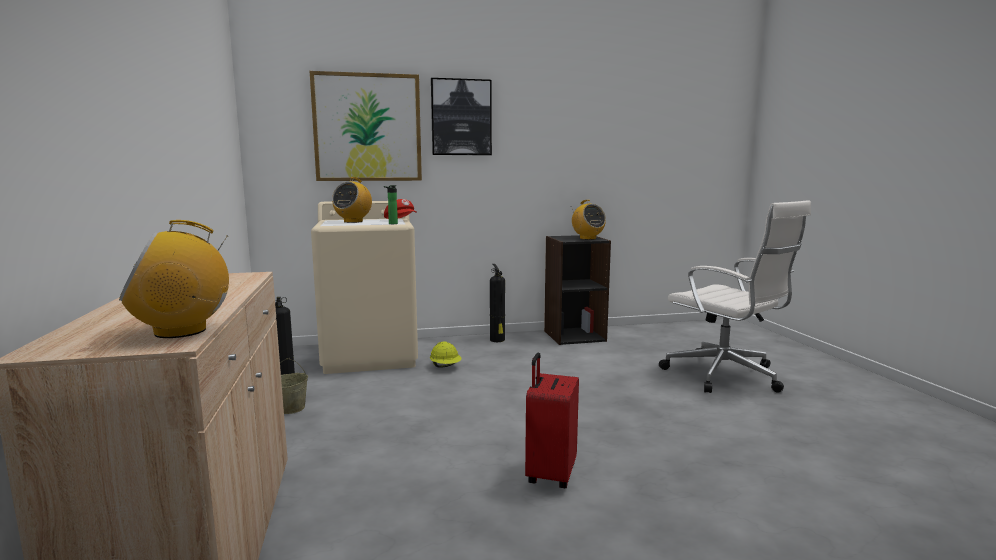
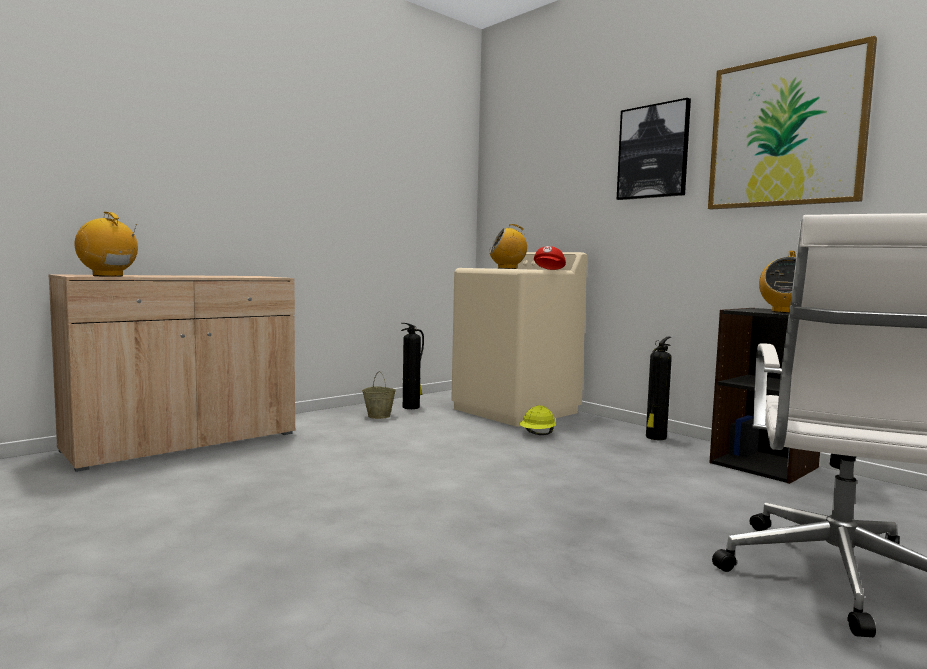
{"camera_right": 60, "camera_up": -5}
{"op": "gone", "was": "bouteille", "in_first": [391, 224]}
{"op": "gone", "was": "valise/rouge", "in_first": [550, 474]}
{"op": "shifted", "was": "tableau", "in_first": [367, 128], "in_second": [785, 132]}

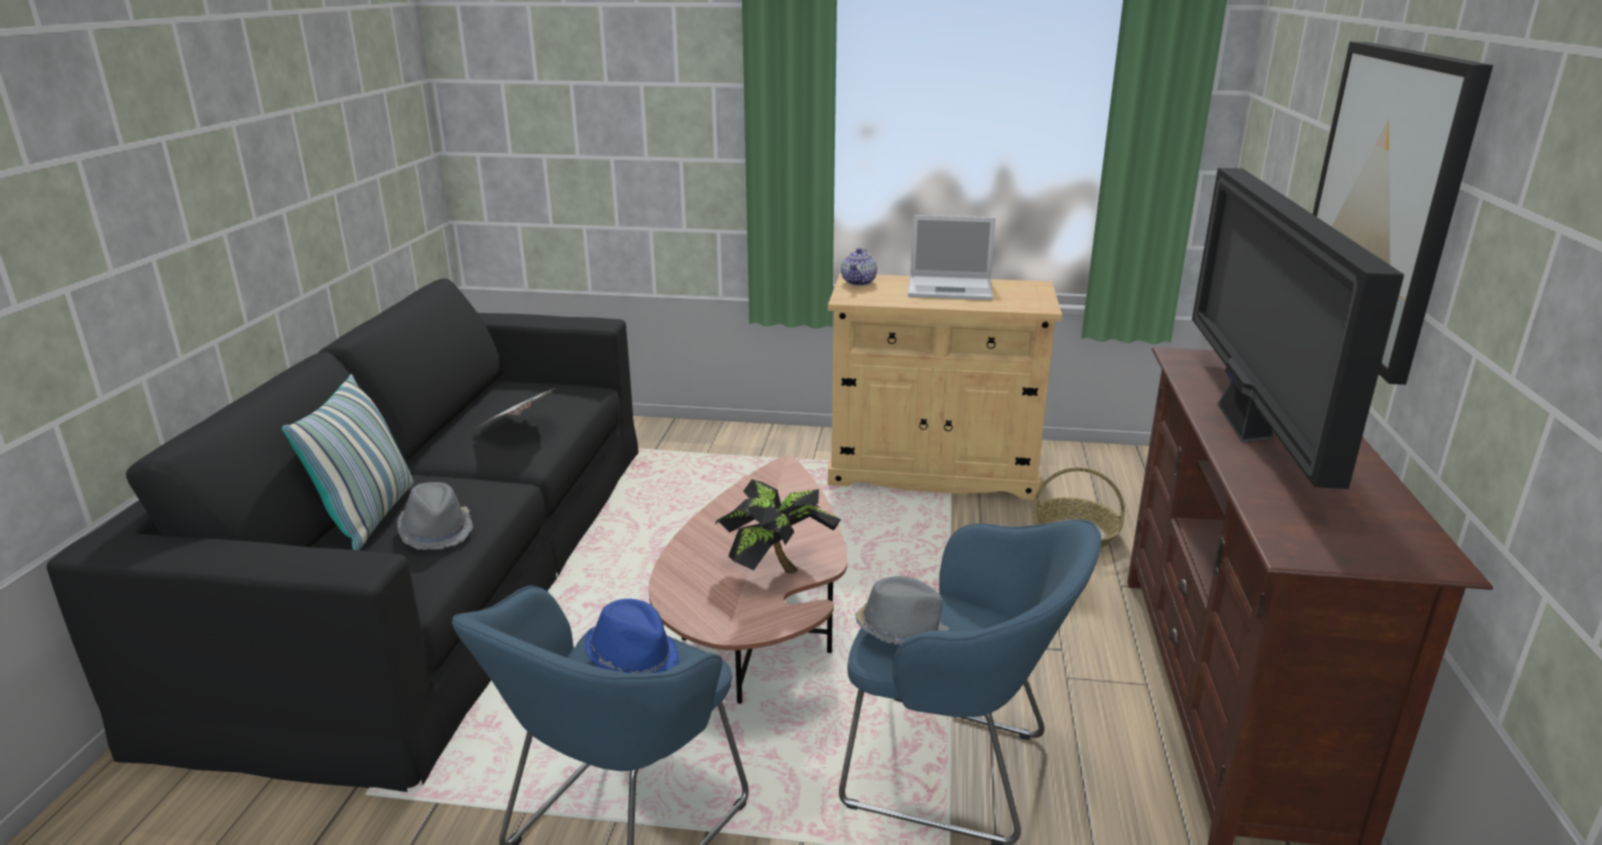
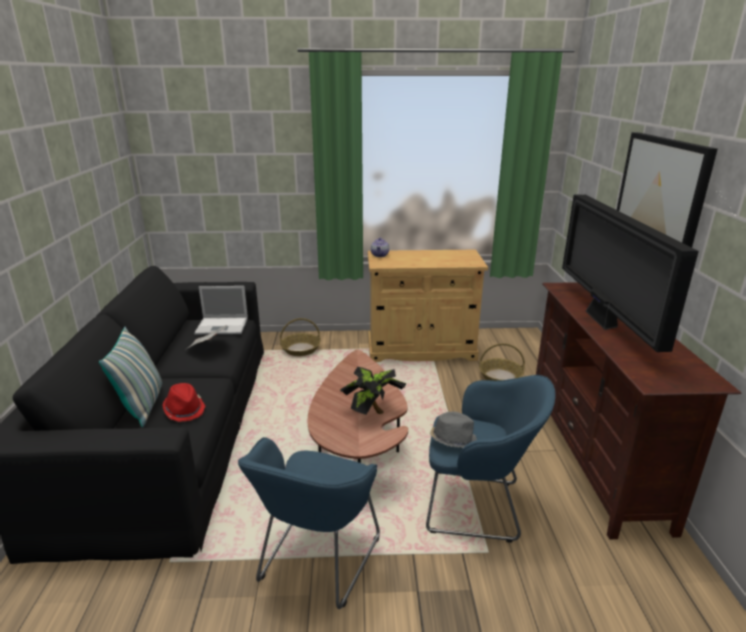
{"camera_right": -10, "camera_up": 0}
{"op": "gone", "was": "chapeau/bleu", "in_first": [633, 658]}
{"op": "new", "now": "panier", "in_second": [300, 349]}
{"op": "shifted", "was": "ordinateur portable", "in_first": [952, 289], "in_second": [223, 326]}
{"op": "repainted", "was": "chapeau/gris", "now": "chapeau/rouge", "in_first": [436, 531], "in_second": [184, 410]}

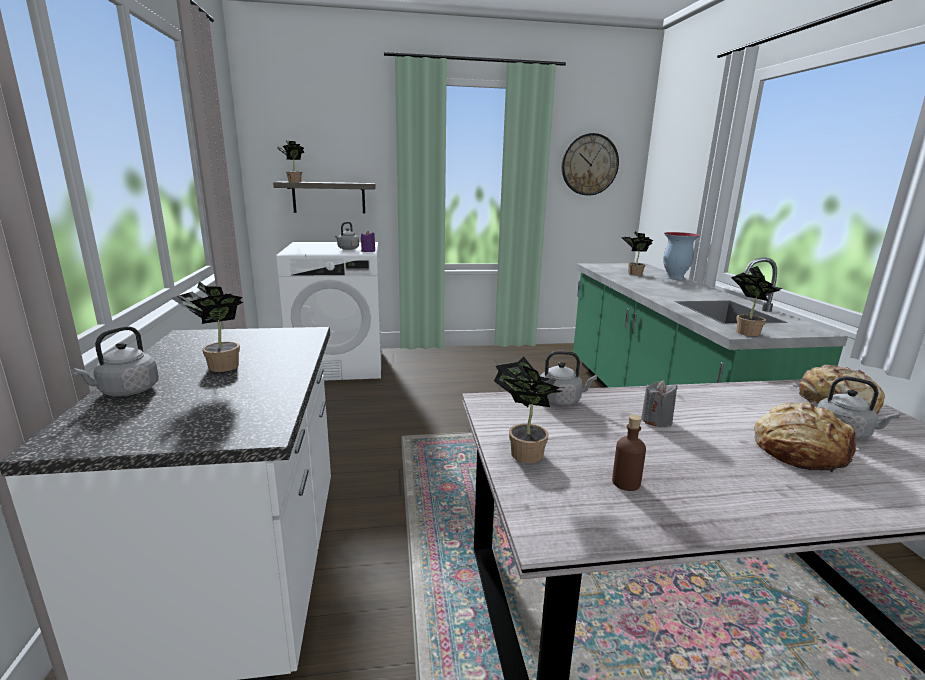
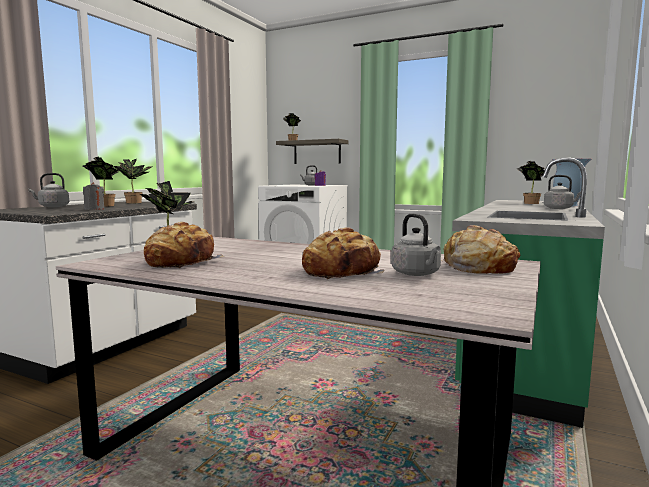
{"camera_right": 35, "camera_up": -10}
{"op": "gone", "was": "horloge murale", "in_first": [589, 164]}
{"op": "shifted", "was": "bouilloire/gris", "in_first": [561, 401], "in_second": [560, 208]}
{"op": "shifted", "was": "bougie/gris", "in_first": [656, 420], "in_second": [94, 209]}
{"op": "shifted", "was": "plante en pot", "in_first": [745, 332], "in_second": [135, 202]}
{"op": "swapped", "was": "bouteille/marron", "now": "pain", "in_first": [626, 483], "in_second": [181, 261]}

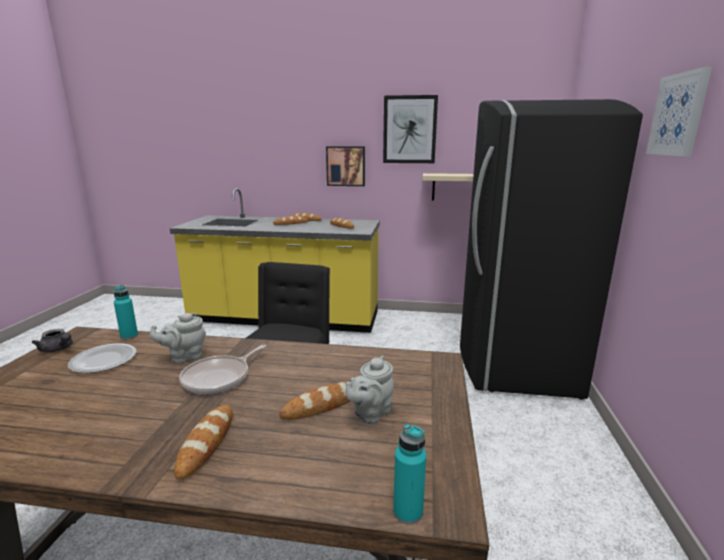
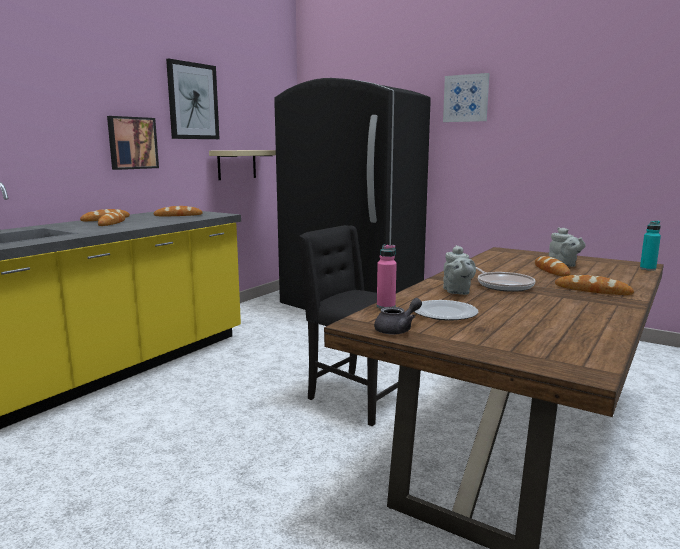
{"camera_right": -65, "camera_up": -5}
{"op": "repainted", "was": "bouteille/turquoise", "now": "bouteille/rose", "in_first": [129, 336], "in_second": [386, 306]}

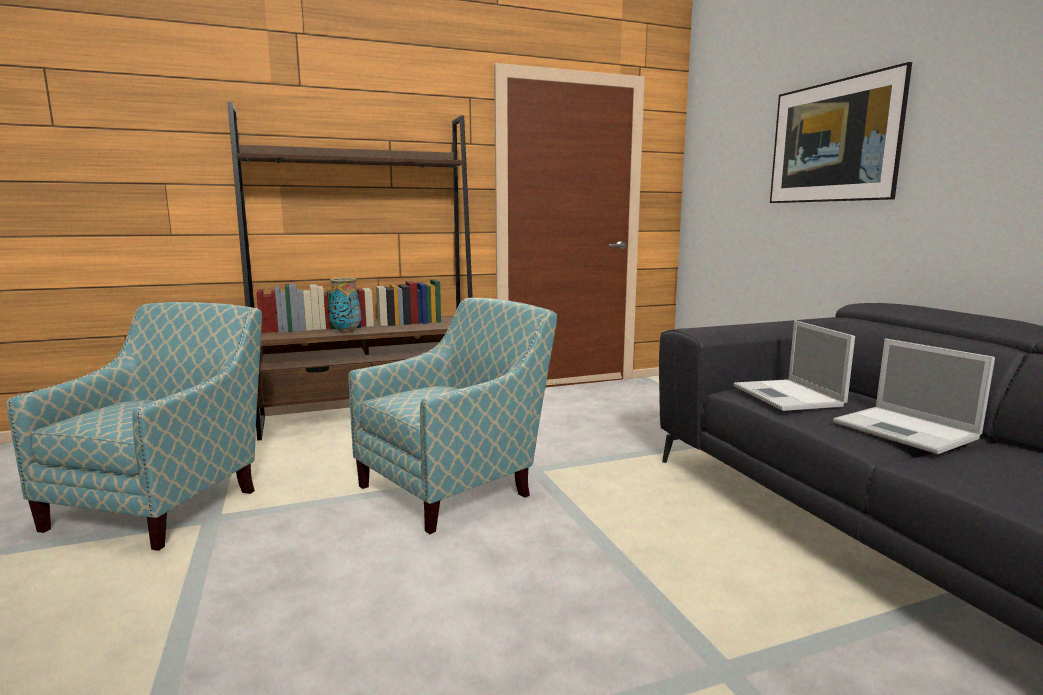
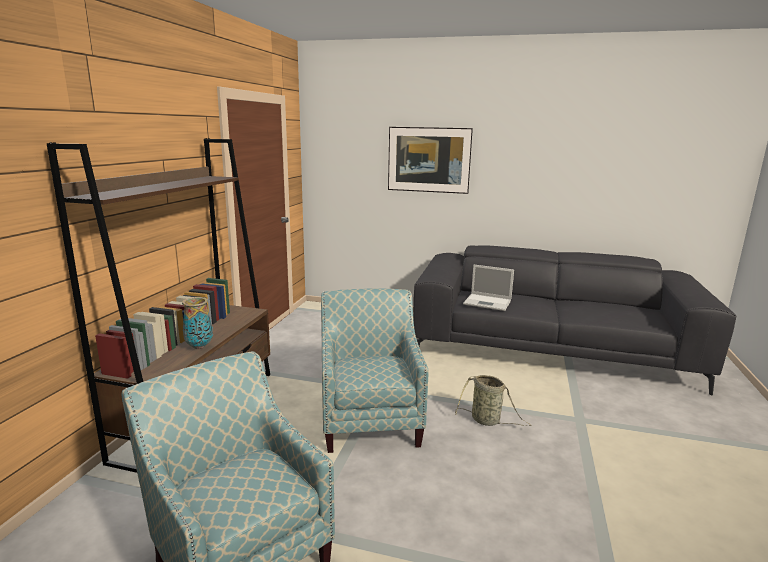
{"camera_right": -55, "camera_up": 5}
{"op": "gone", "was": "ordinateur portable", "in_first": [907, 431]}
{"op": "new", "now": "panier", "in_second": [487, 421]}

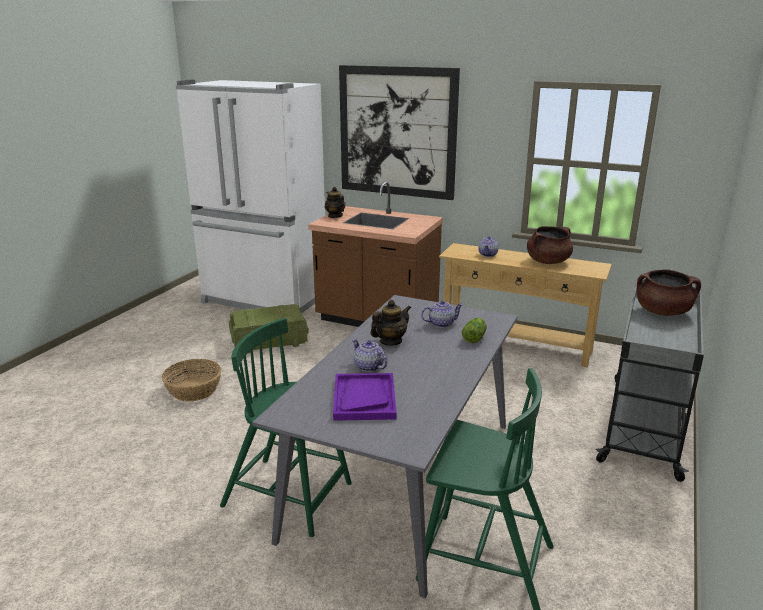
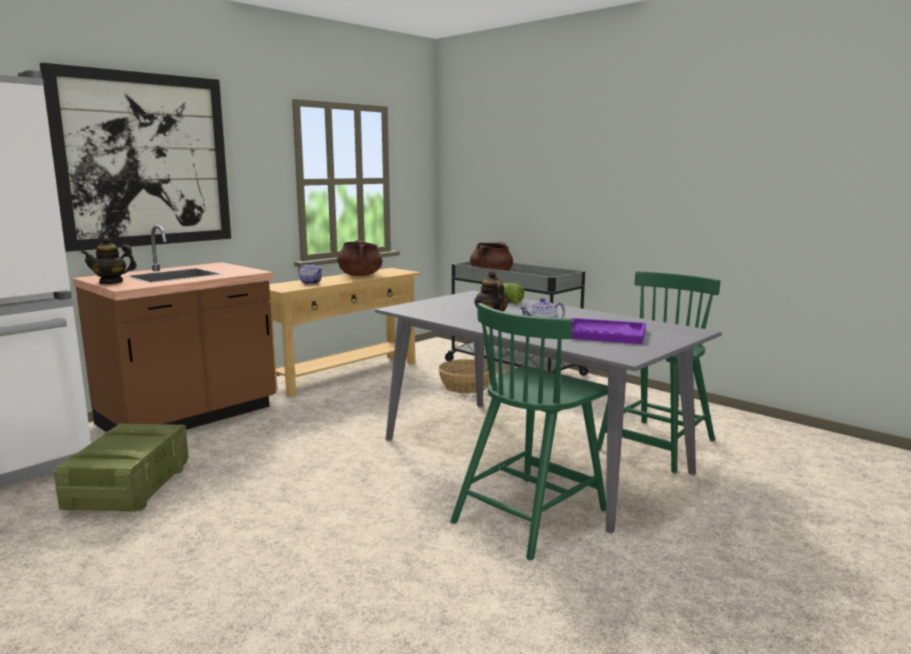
{"camera_right": -70, "camera_up": -10}
{"op": "gone", "was": "théière", "in_first": [441, 323]}
{"op": "shifted", "was": "panier", "in_first": [194, 390], "in_second": [466, 386]}

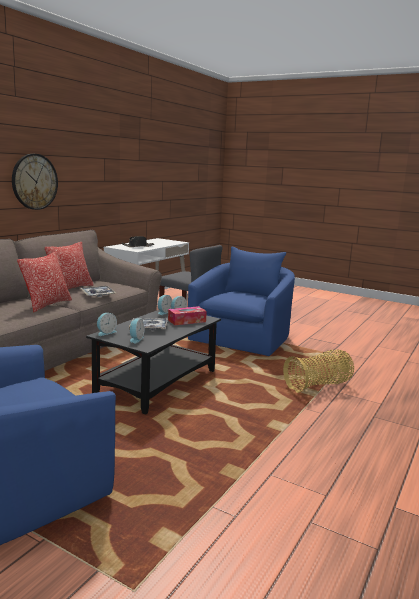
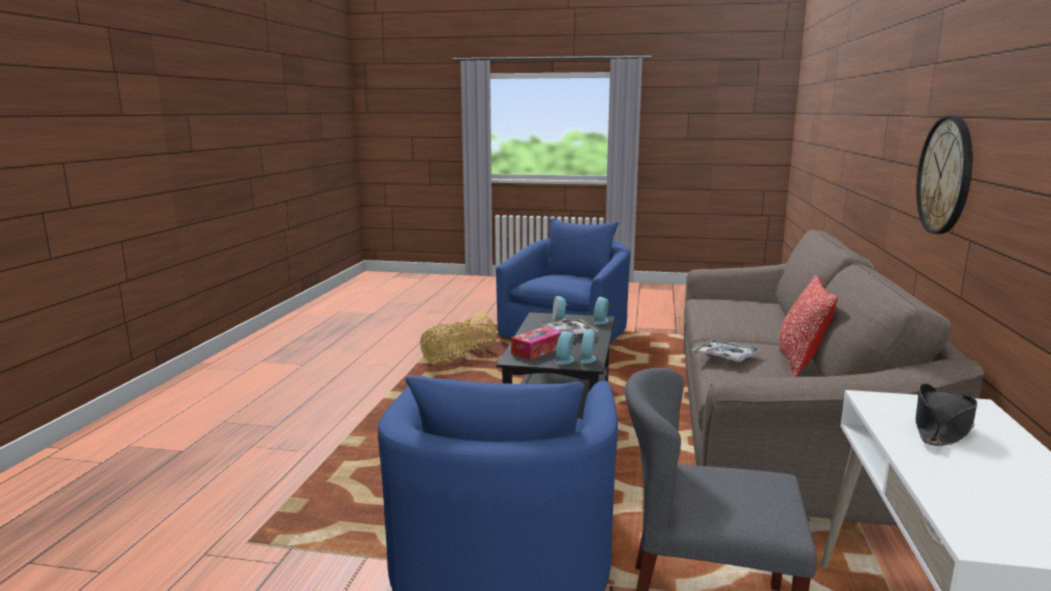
{"camera_right": 160, "camera_up": 0}
{"op": "gone", "was": "coussin", "in_first": [47, 305]}
{"op": "shifted", "was": "panier", "in_first": [318, 385], "in_second": [457, 358]}

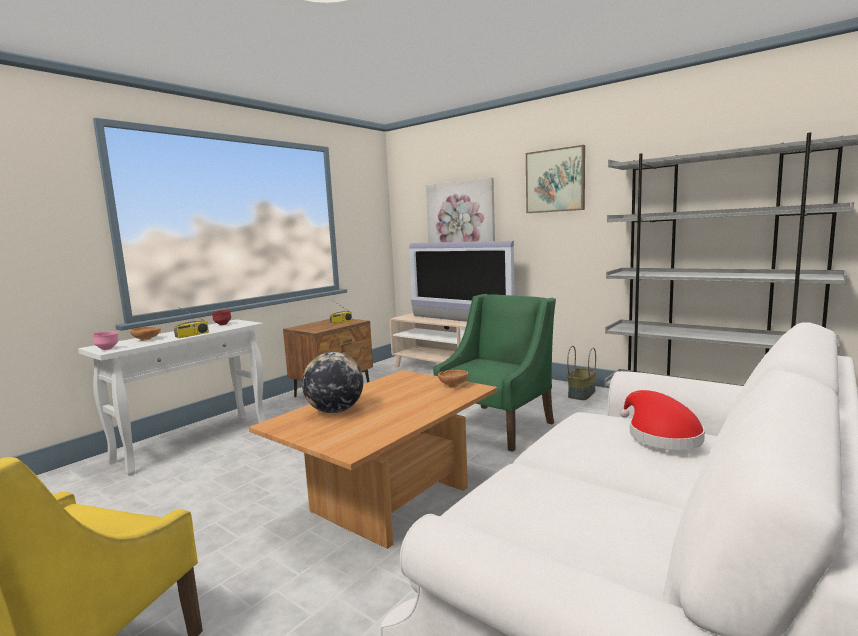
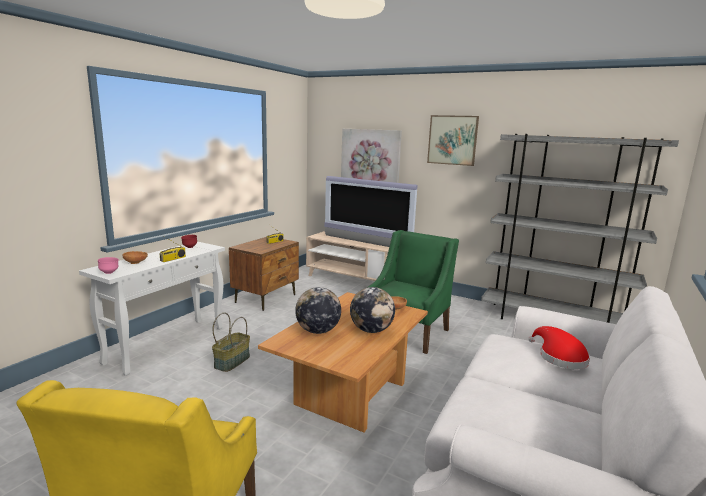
{"camera_right": -10, "camera_up": 5}
{"op": "new", "now": "globe", "in_second": [371, 330]}
{"op": "shifted", "was": "panier", "in_first": [581, 394], "in_second": [232, 361]}

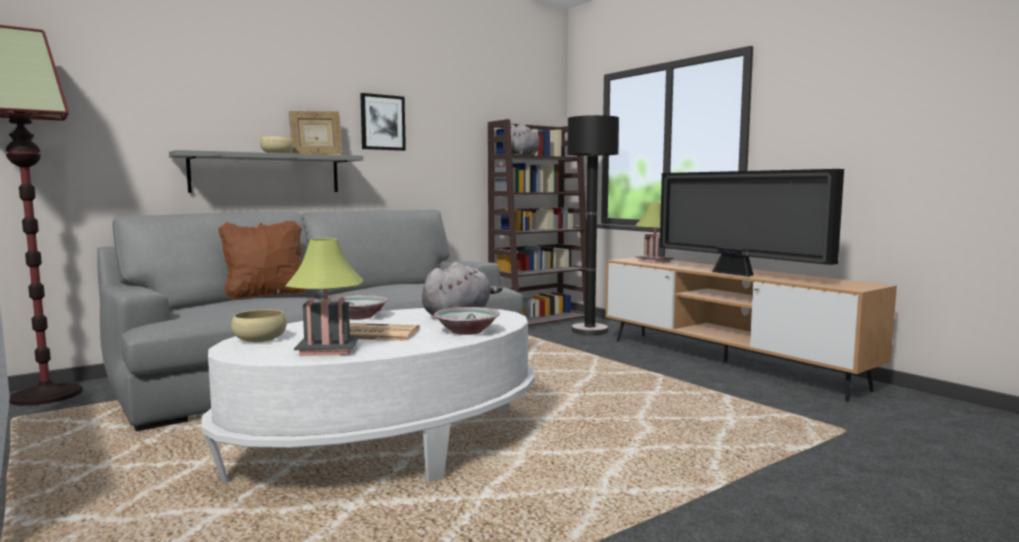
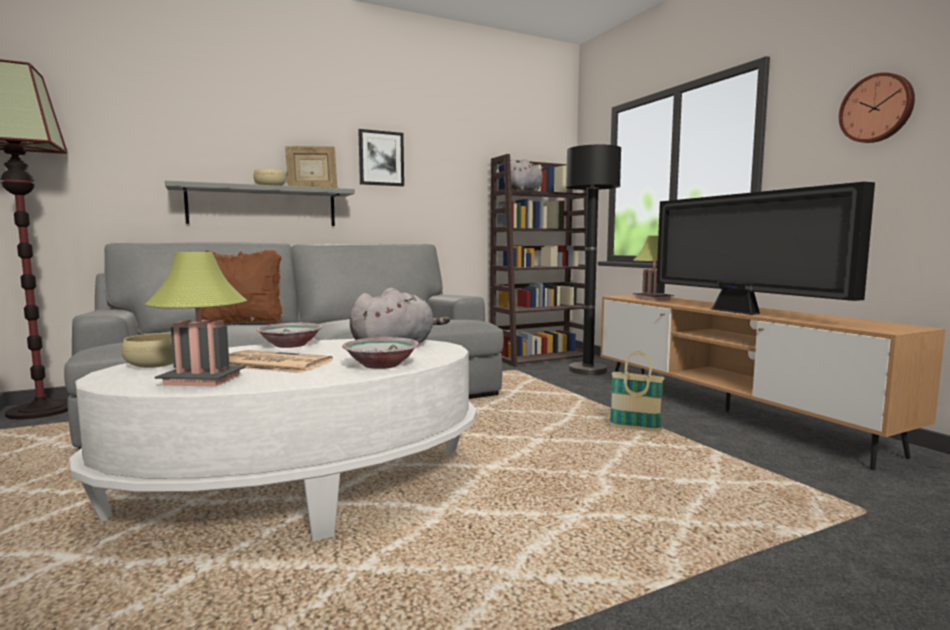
{"camera_right": 10, "camera_up": 0}
{"op": "new", "now": "panier", "in_second": [635, 429]}
{"op": "new", "now": "horloge murale", "in_second": [877, 108]}

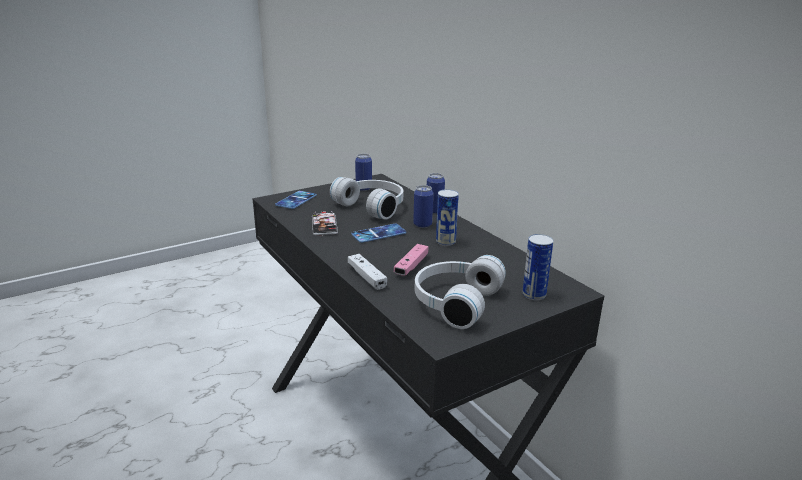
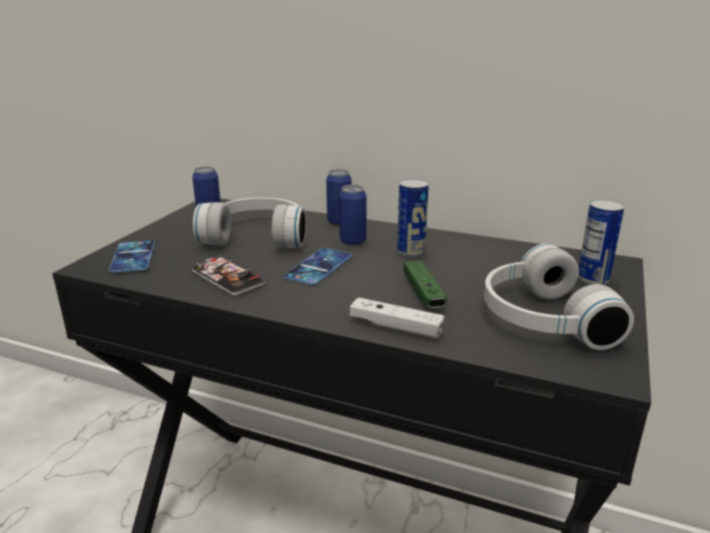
{"camera_right": -35, "camera_up": 0}
{"op": "repainted", "was": "manette/rose", "now": "manette/vert", "in_first": [411, 266], "in_second": [423, 293]}

